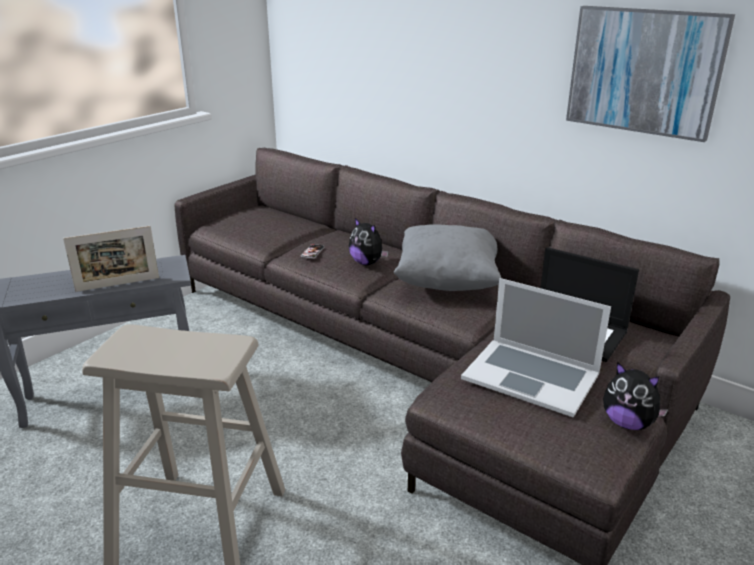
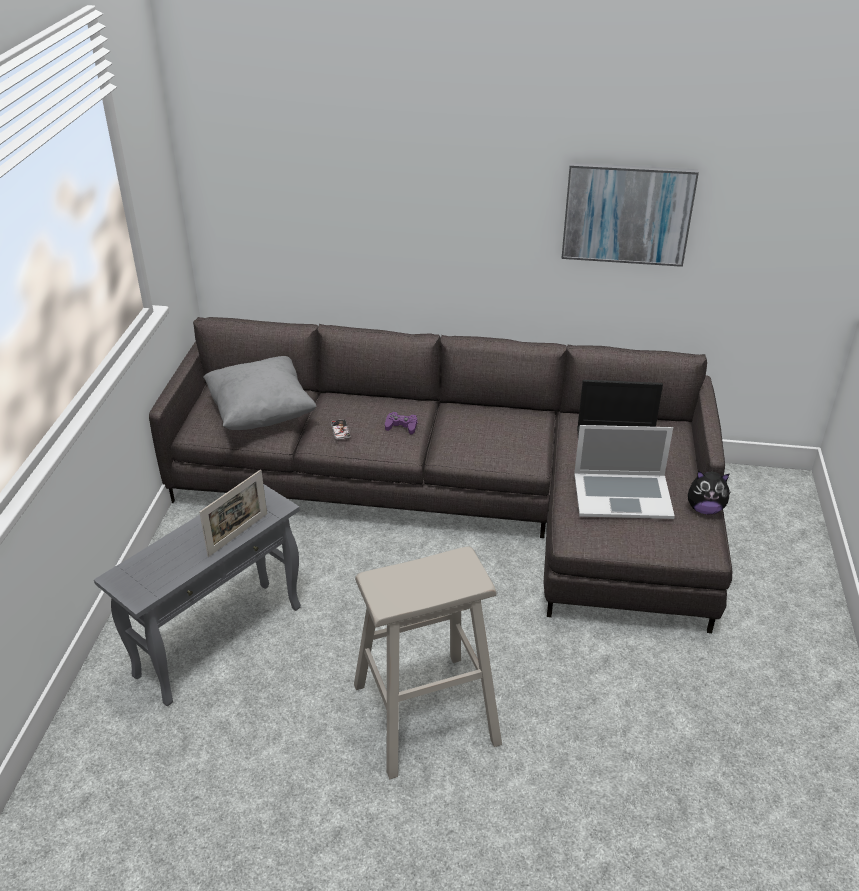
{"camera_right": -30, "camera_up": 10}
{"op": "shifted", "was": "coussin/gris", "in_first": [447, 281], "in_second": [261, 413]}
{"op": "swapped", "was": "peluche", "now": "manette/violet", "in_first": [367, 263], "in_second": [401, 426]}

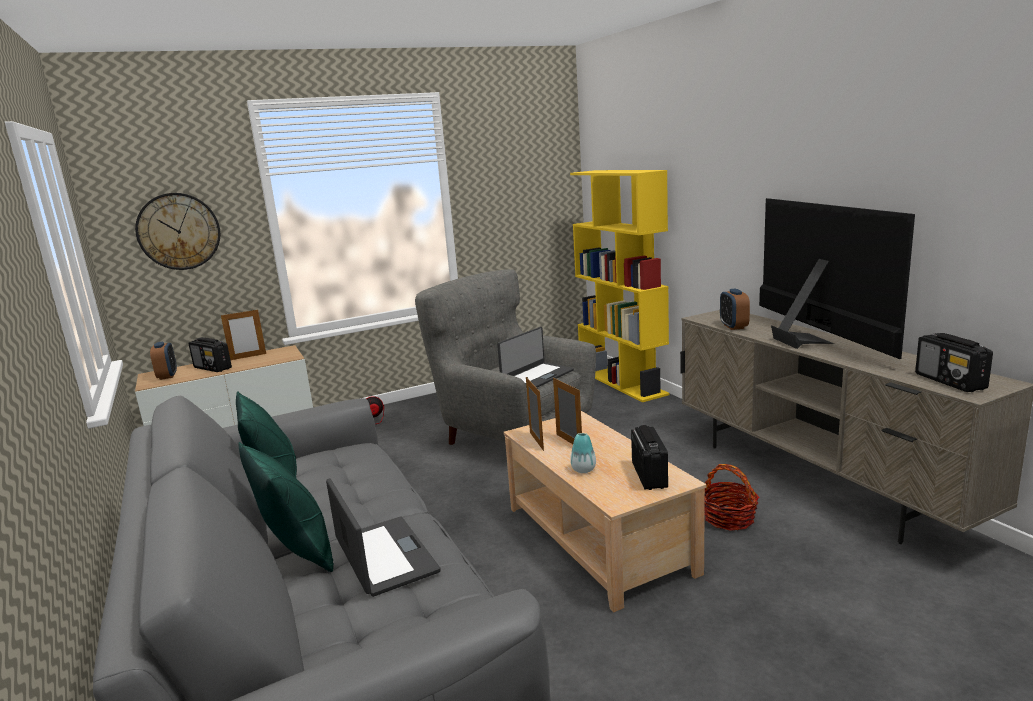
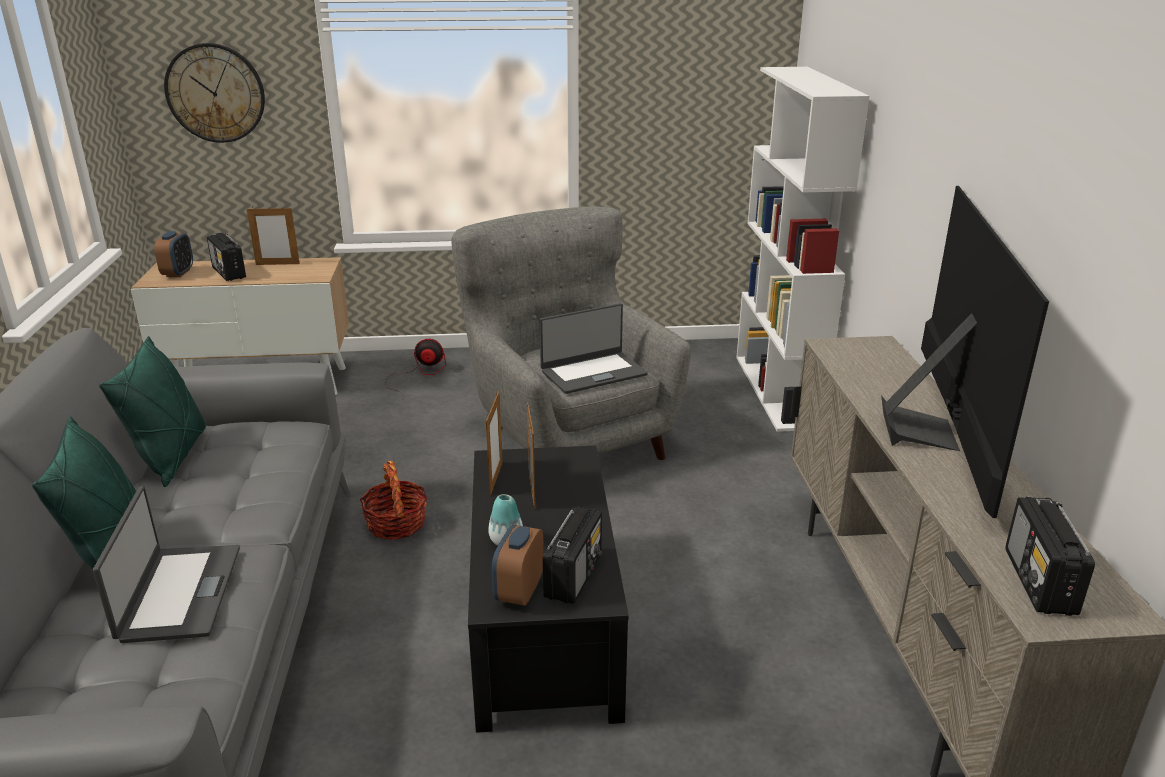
{"camera_right": 20, "camera_up": 10}
{"op": "shifted", "was": "panier", "in_first": [729, 518], "in_second": [396, 524]}
{"op": "shifted", "was": "réveil", "in_first": [733, 326], "in_second": [519, 591]}
{"op": "repainted", "was": "table basse/beige", "now": "table basse/noir", "in_first": [596, 539], "in_second": [541, 623]}
{"op": "repainted", "was": "bibliothèque/jaune", "now": "bibliothèque/blanc", "in_first": [623, 382], "in_second": [778, 391]}

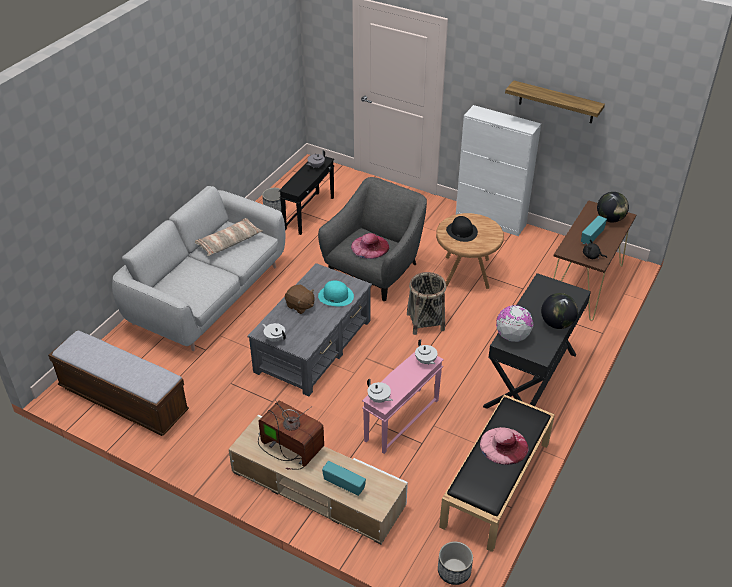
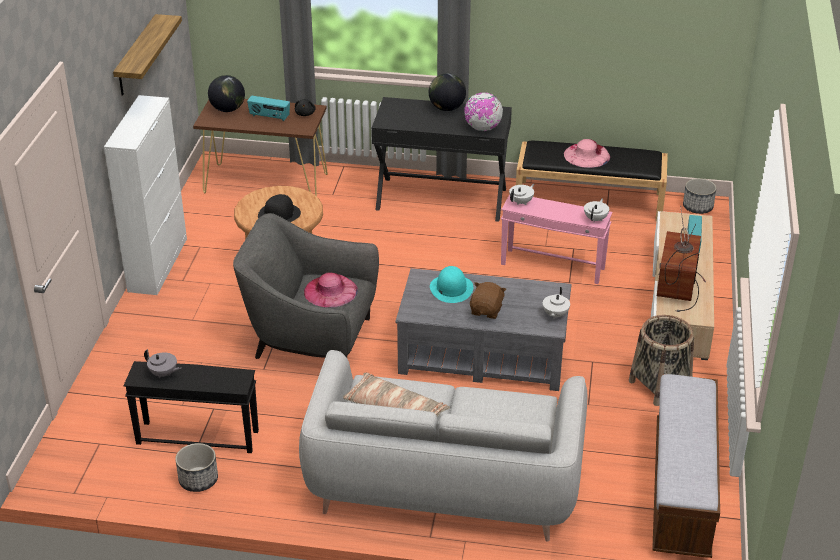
{"camera_right": -110, "camera_up": -5}
{"op": "shifted", "was": "panier", "in_first": [425, 322], "in_second": [659, 386]}

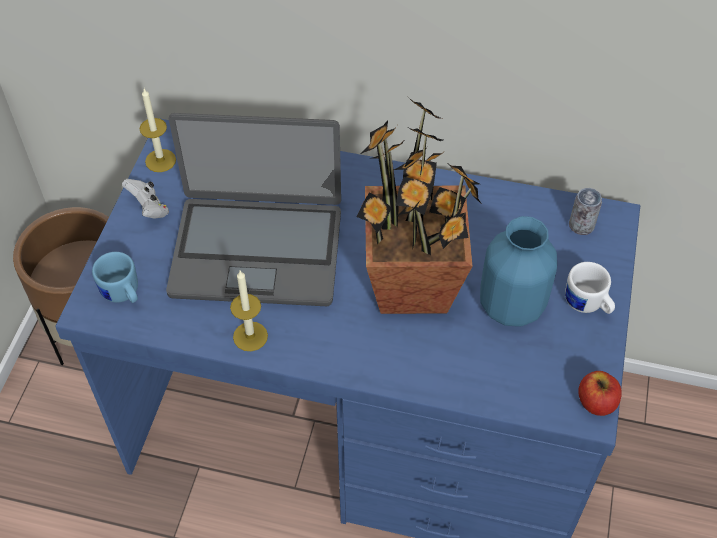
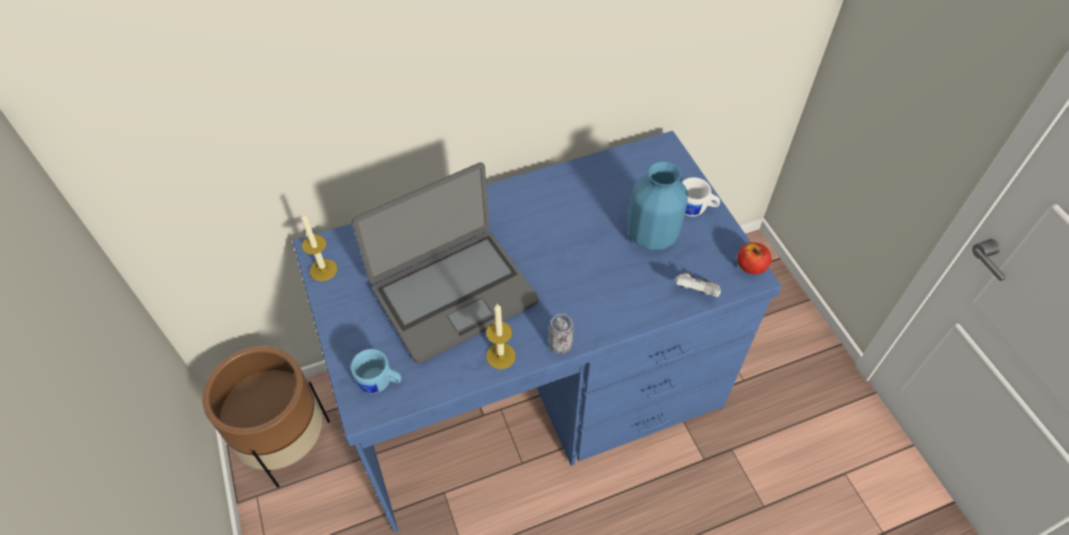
{"camera_right": -35, "camera_up": 0}
{"op": "gone", "was": "plante en pot", "in_first": [413, 287]}
{"op": "shifted", "was": "manette/blanc", "in_first": [149, 208], "in_second": [696, 292]}
{"op": "shifted", "was": "boîte métallique", "in_first": [581, 226], "in_second": [560, 344]}

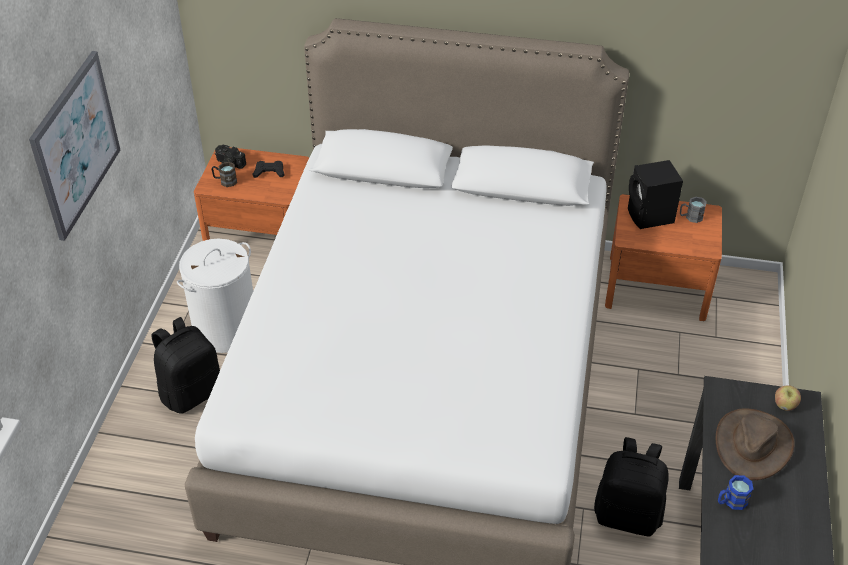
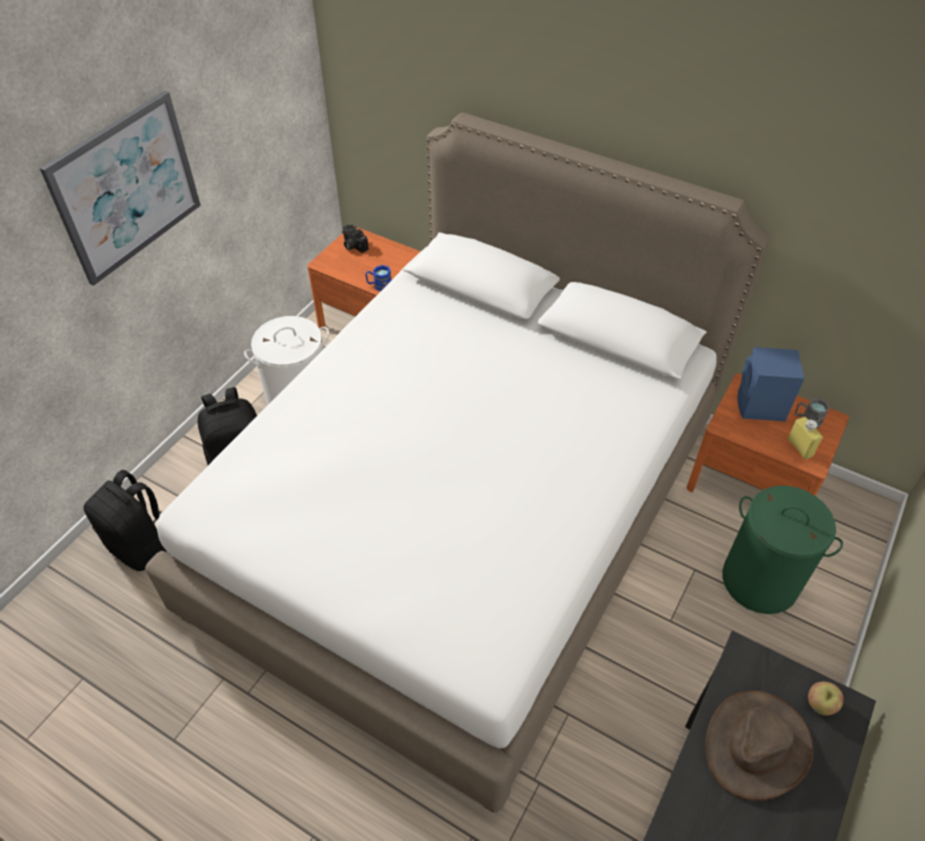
{"camera_right": 20, "camera_up": 5}
{"op": "gone", "was": "mug/marron", "in_first": [225, 181]}
{"op": "gone", "was": "manette/noir", "in_first": [269, 172]}
{"op": "new", "now": "panier à linge/vert", "in_second": [759, 580]}
{"op": "new", "now": "bouteille/jaune", "in_second": [800, 447]}
{"op": "shifted", "was": "sac à dos/noir", "in_first": [628, 514], "in_second": [142, 546]}
{"op": "shifted", "was": "mug/bleu", "in_first": [731, 501], "in_second": [379, 285]}
{"op": "repainted", "was": "enceinte/noir", "now": "enceinte/bleu", "in_first": [650, 217], "in_second": [760, 407]}

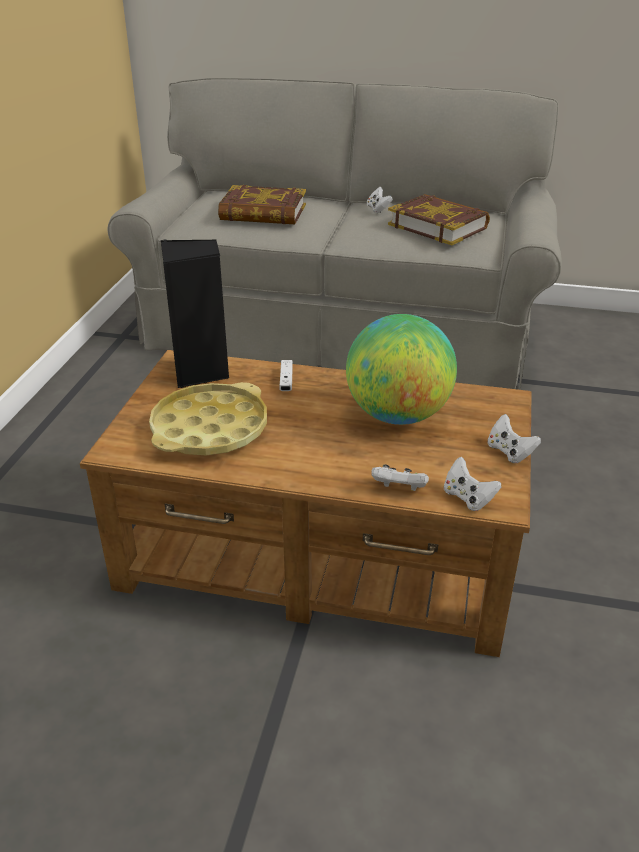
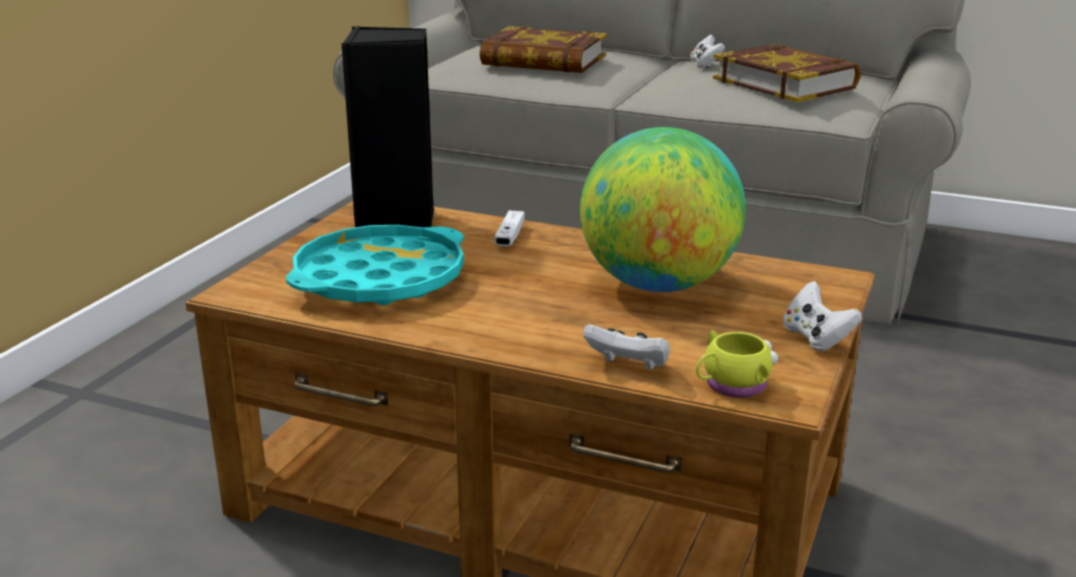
{"camera_right": 10, "camera_up": -10}
{"op": "swapped", "was": "manette/blanc", "now": "mug/jaune", "in_first": [468, 498], "in_second": [731, 386]}
{"op": "repainted", "was": "plateau/jaune", "now": "plateau/turquoise", "in_first": [209, 428], "in_second": [379, 279]}

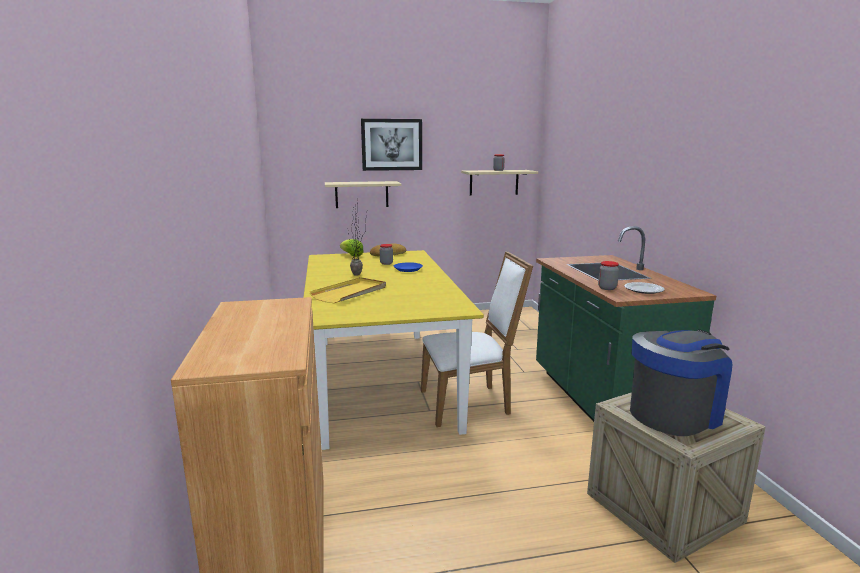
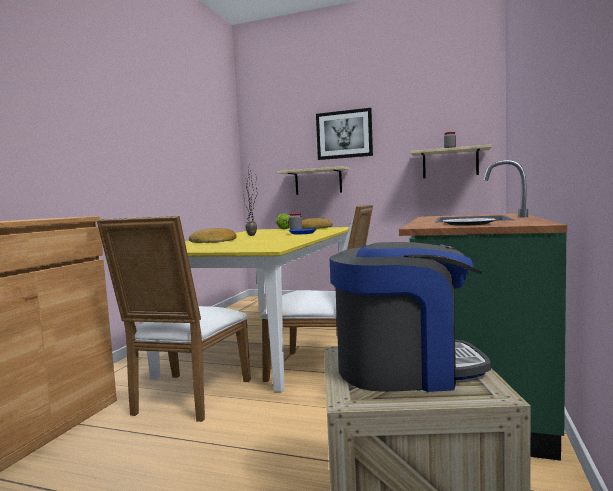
{"camera_right": 30, "camera_up": -10}
{"op": "gone", "was": "bocal", "in_first": [607, 288]}
{"op": "new", "now": "chaise/blanc", "in_second": [187, 399]}
{"op": "swapped", "was": "plateau/jaune", "now": "pain", "in_first": [350, 293], "in_second": [214, 241]}

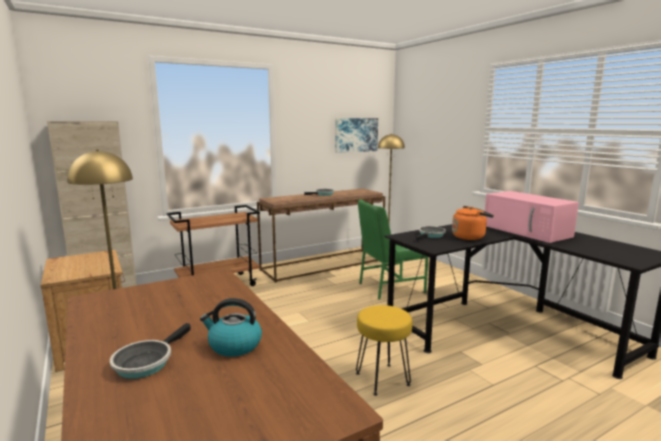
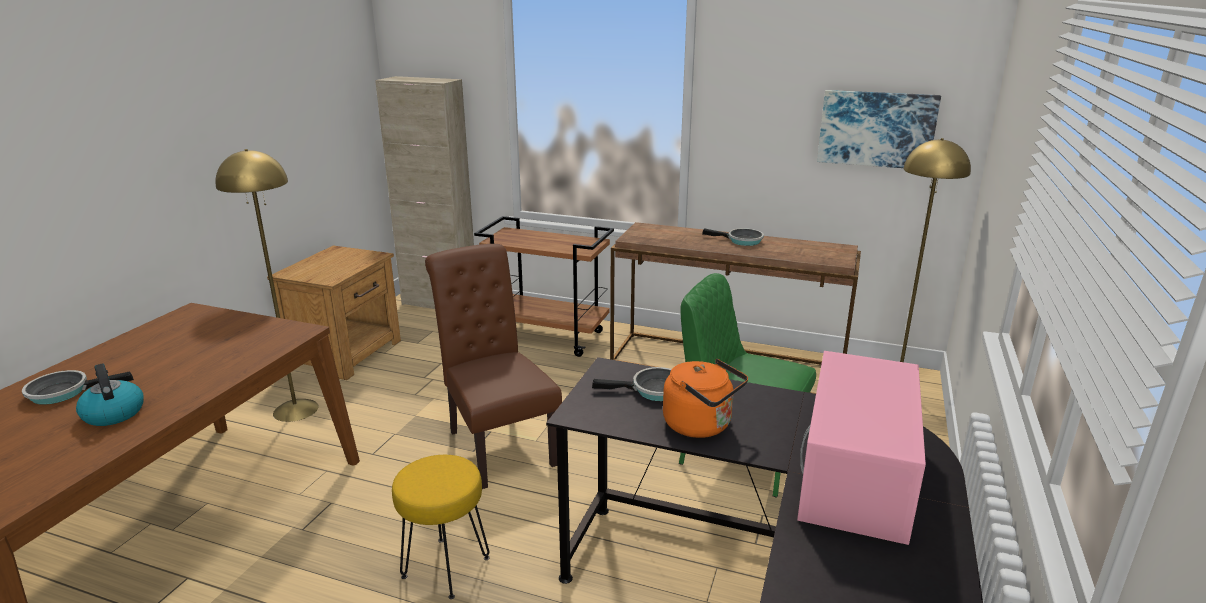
{"camera_right": 50, "camera_up": 10}
{"op": "new", "now": "chaise/marron", "in_second": [497, 444]}

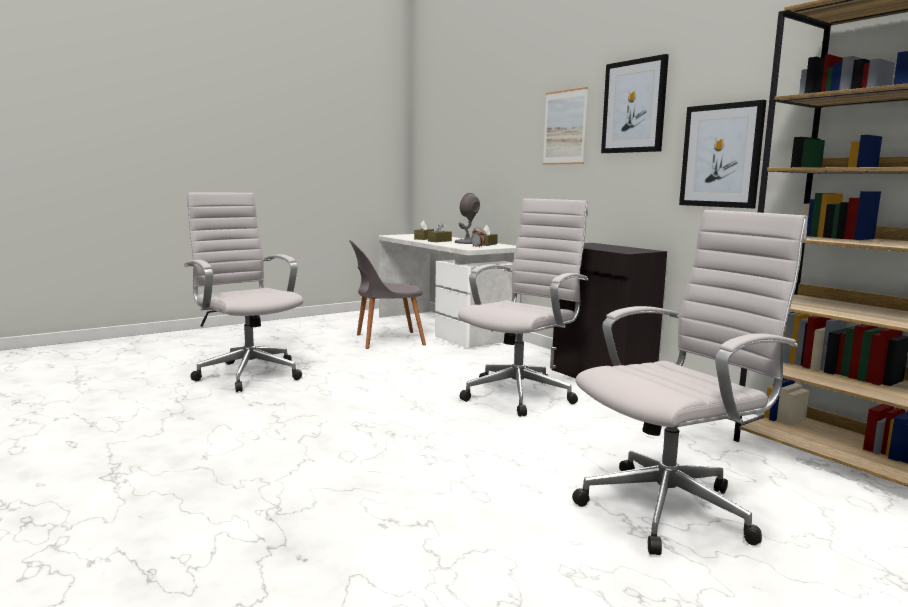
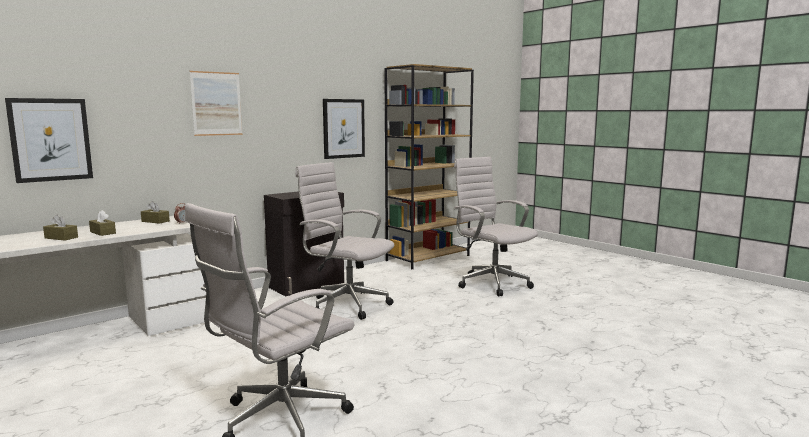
{"camera_right": -95, "camera_up": 0}
{"op": "gone", "was": "chaise/gris", "in_first": [386, 340]}
{"op": "gone", "was": "lampe de table/gris", "in_first": [467, 242]}
{"op": "shifted", "was": "tableau", "in_first": [634, 106], "in_second": [50, 139]}

